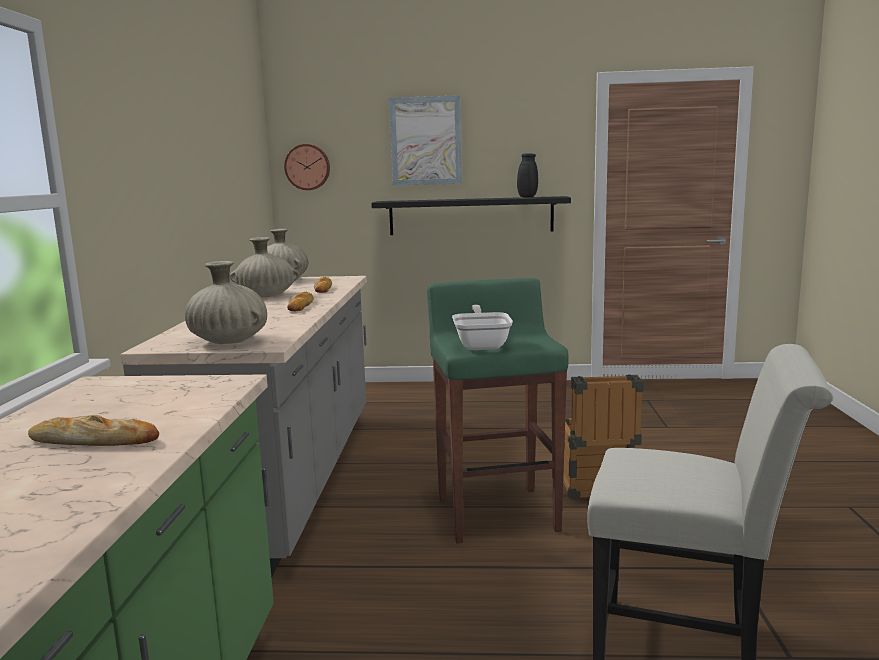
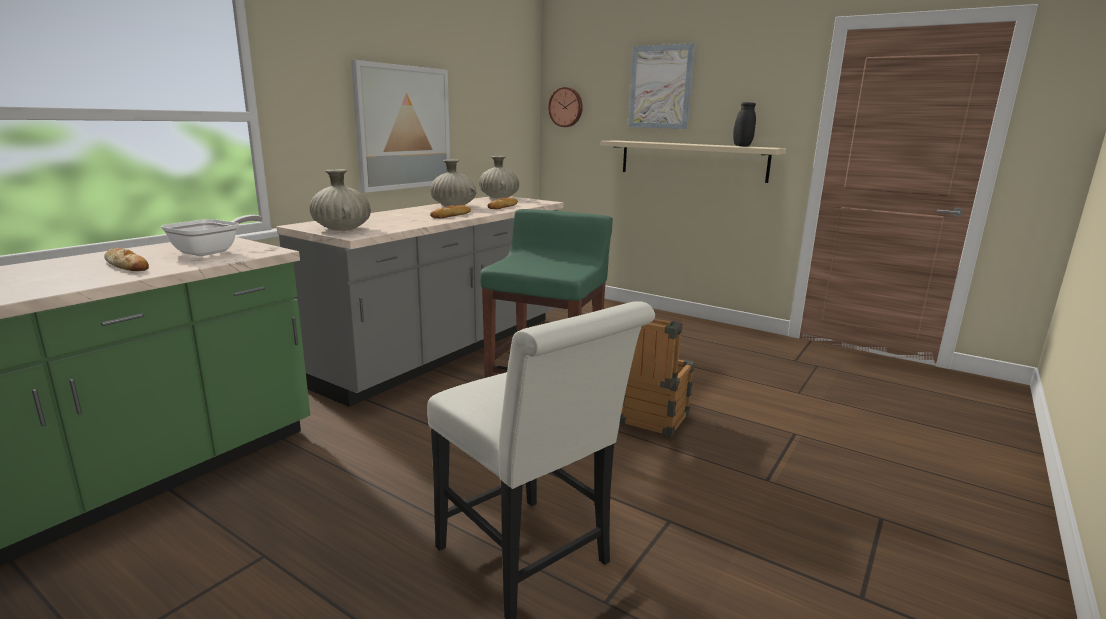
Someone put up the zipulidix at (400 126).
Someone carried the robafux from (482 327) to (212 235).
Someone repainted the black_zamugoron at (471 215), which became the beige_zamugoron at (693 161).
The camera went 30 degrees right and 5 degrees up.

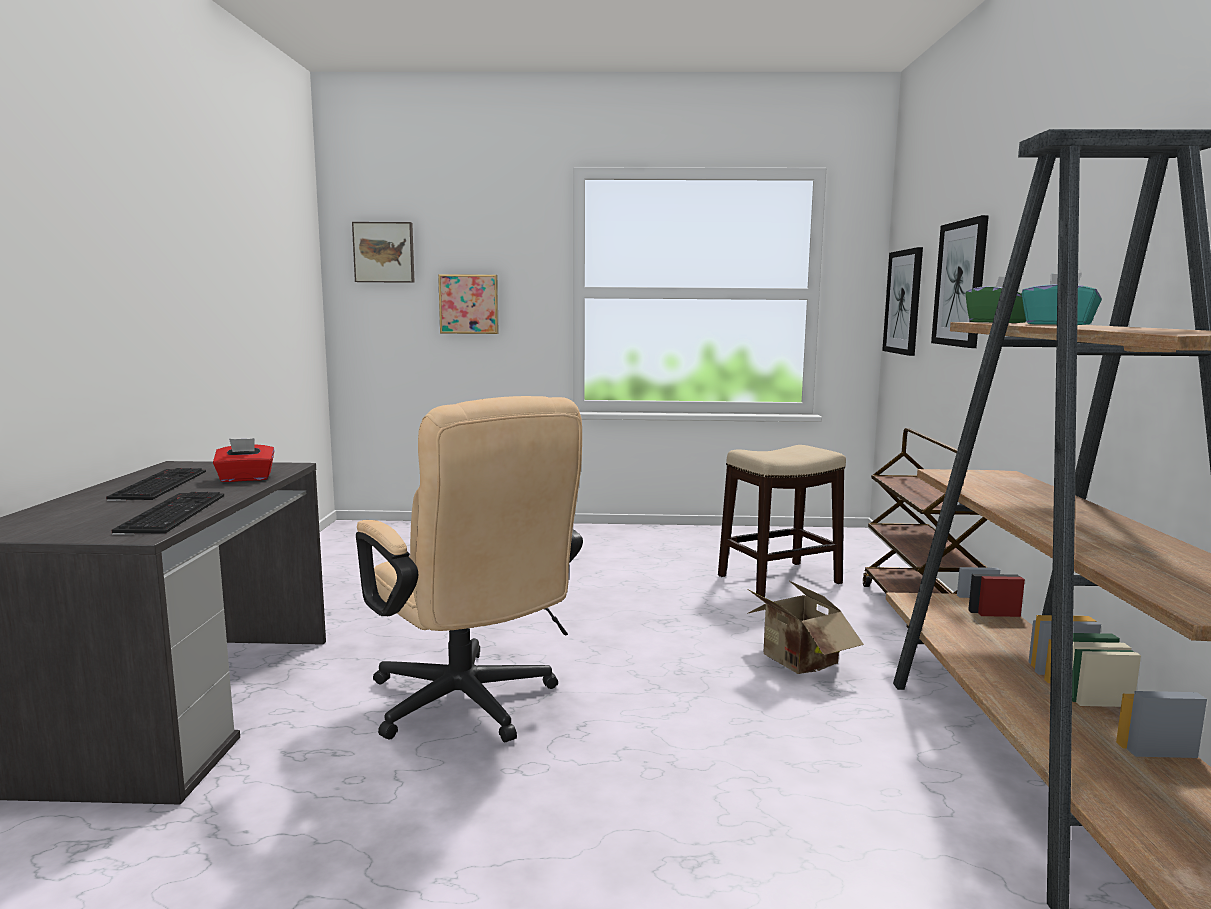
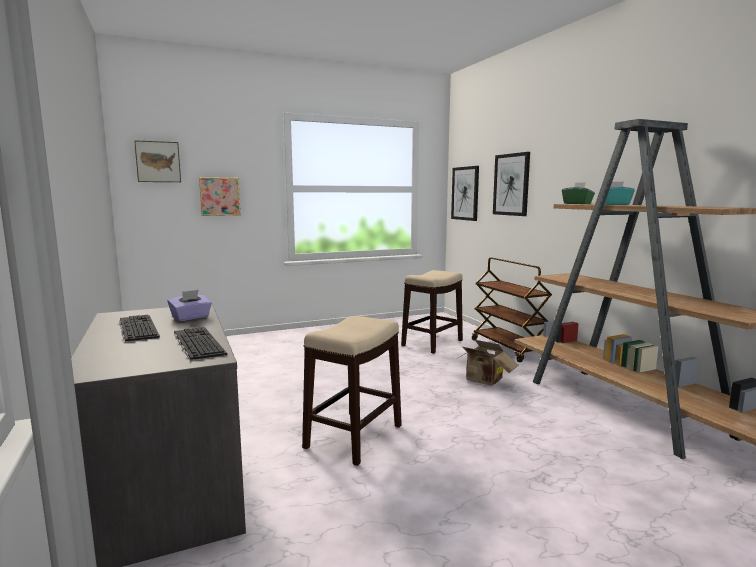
Someone swapped the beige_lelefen at (469 569) for the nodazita at (352 391).
Someone repainted the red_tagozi at (244 460), which became the purple_tagozi at (189 305).
The camera went 25 degrees left and 0 degrees up.

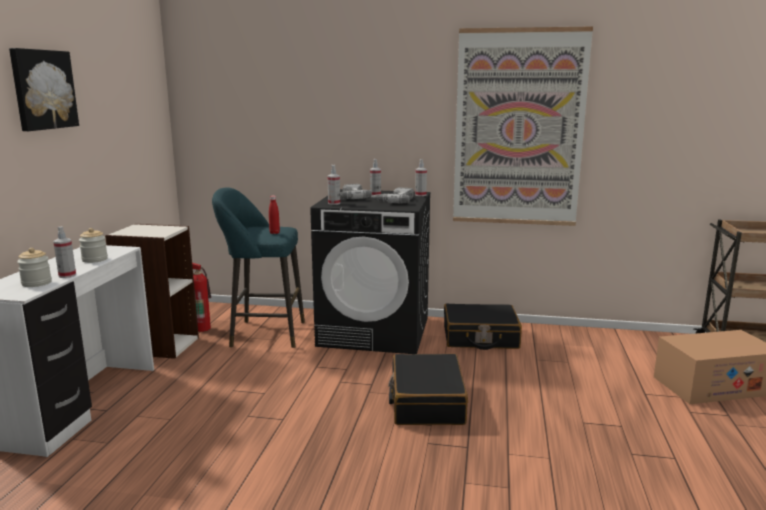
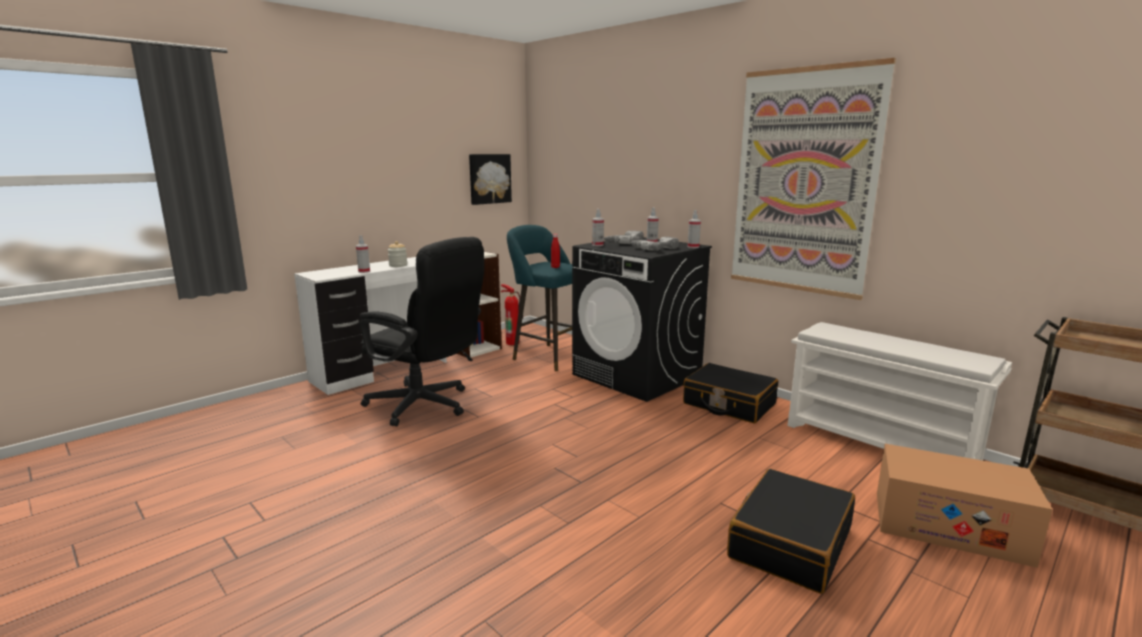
Someone took away the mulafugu at (34 267).
Someone put down the black_lelefen at (422 331).
Someone put down the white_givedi at (899 391).
Someone carried the zipulidix from (44 89) to (490 179).
Someone carried the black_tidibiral from (428 389) to (791 531).
The camera went 35 degrees right and 0 degrees up.

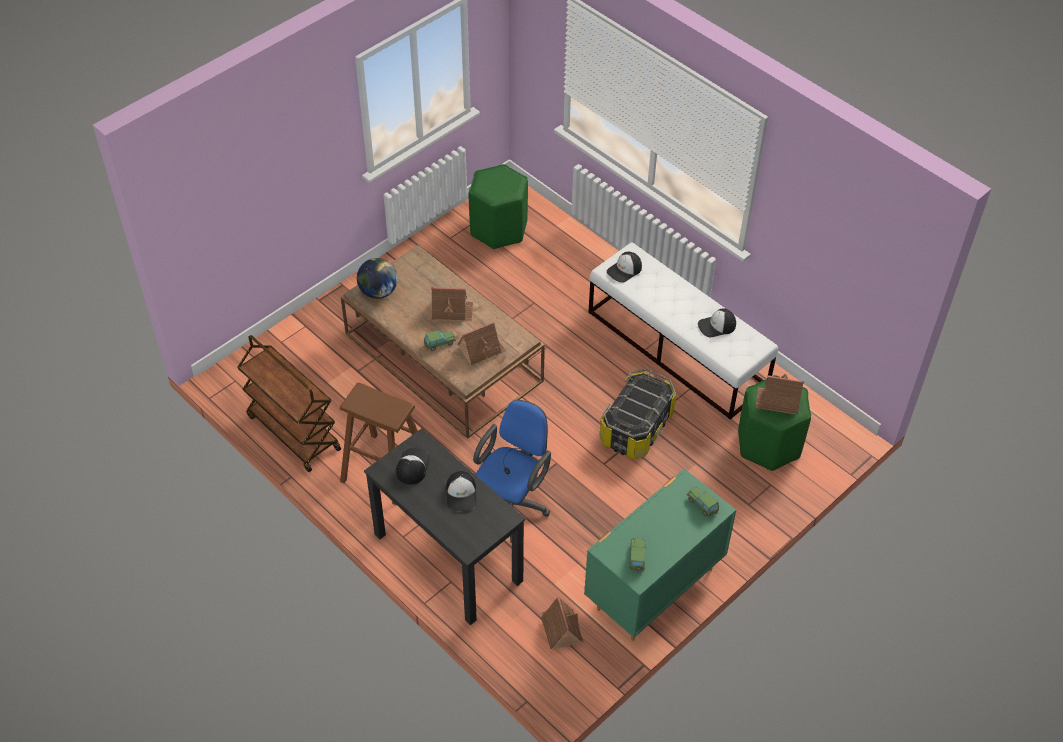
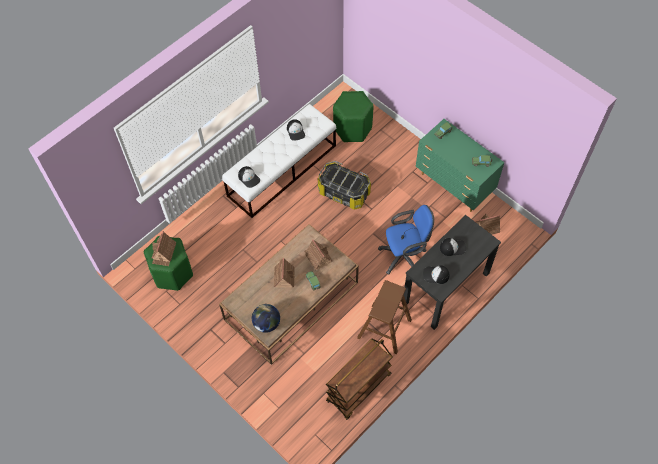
Someone carried the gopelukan from (779 394) to (163 248).
Someone rotated the blue_lelefen at (512 471) by 135 degrees clockwise.
The camera went 90 degrees left and 10 degrees up.

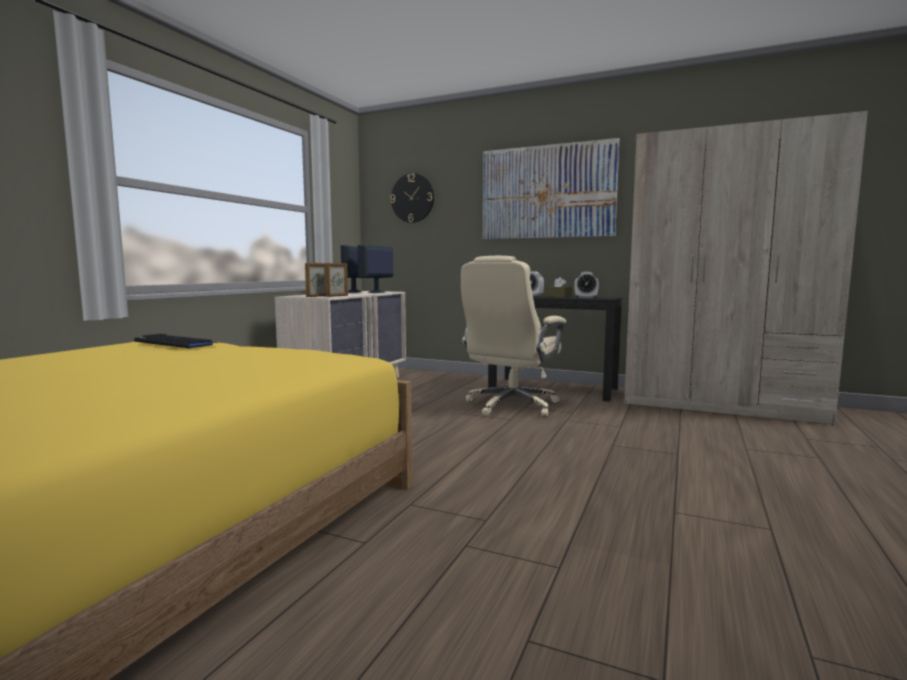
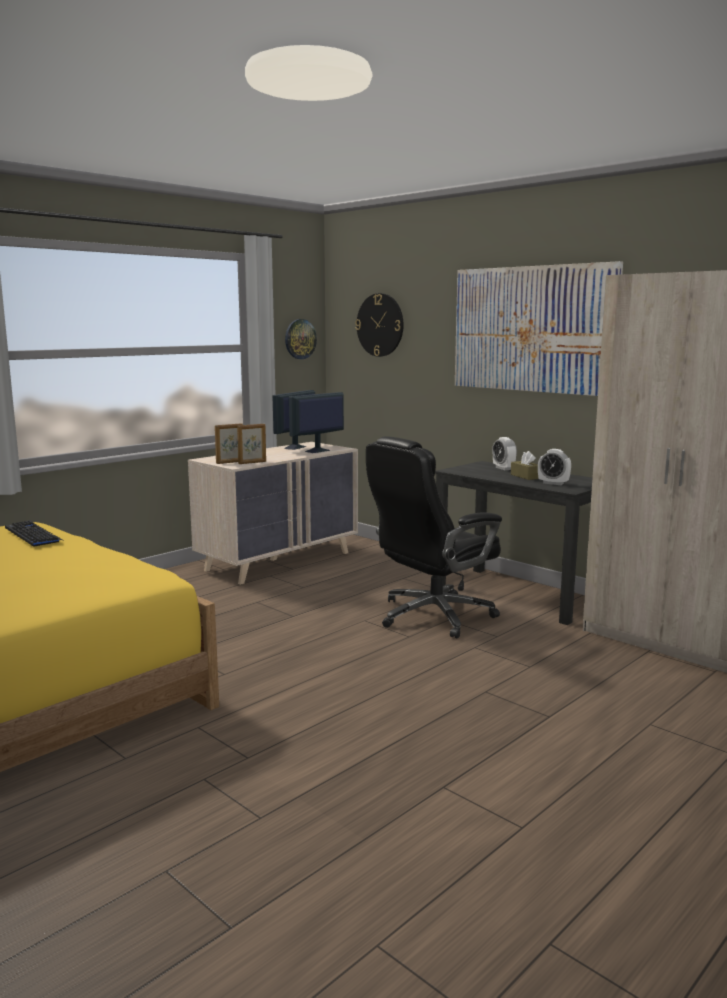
Someone put up the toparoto at (301 339).
Someone repainted the beige_lelefen at (513 336), which became the black_lelefen at (434 537).
The camera went 20 degrees right and 5 degrees up.

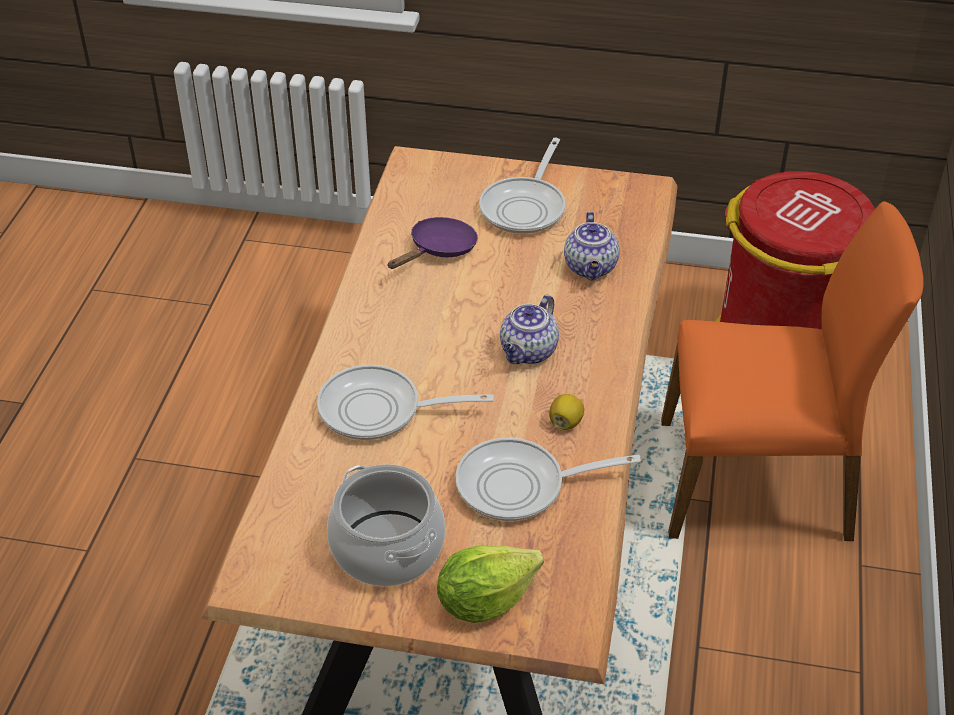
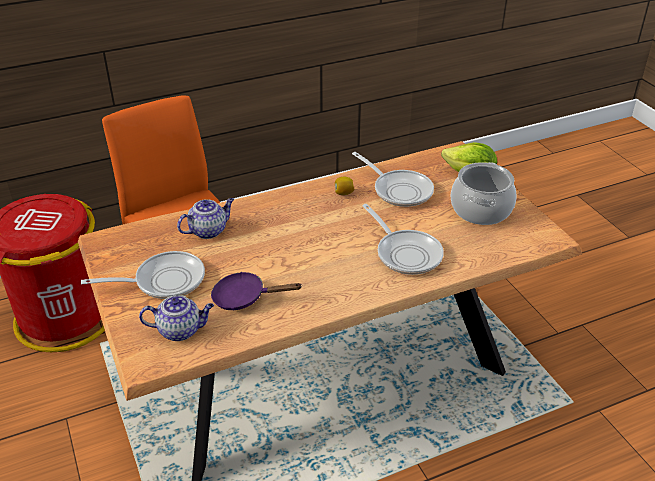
Someone carried the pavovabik from (529 329) to (176 318).
The camera went 125 degrees left and 5 degrees down.

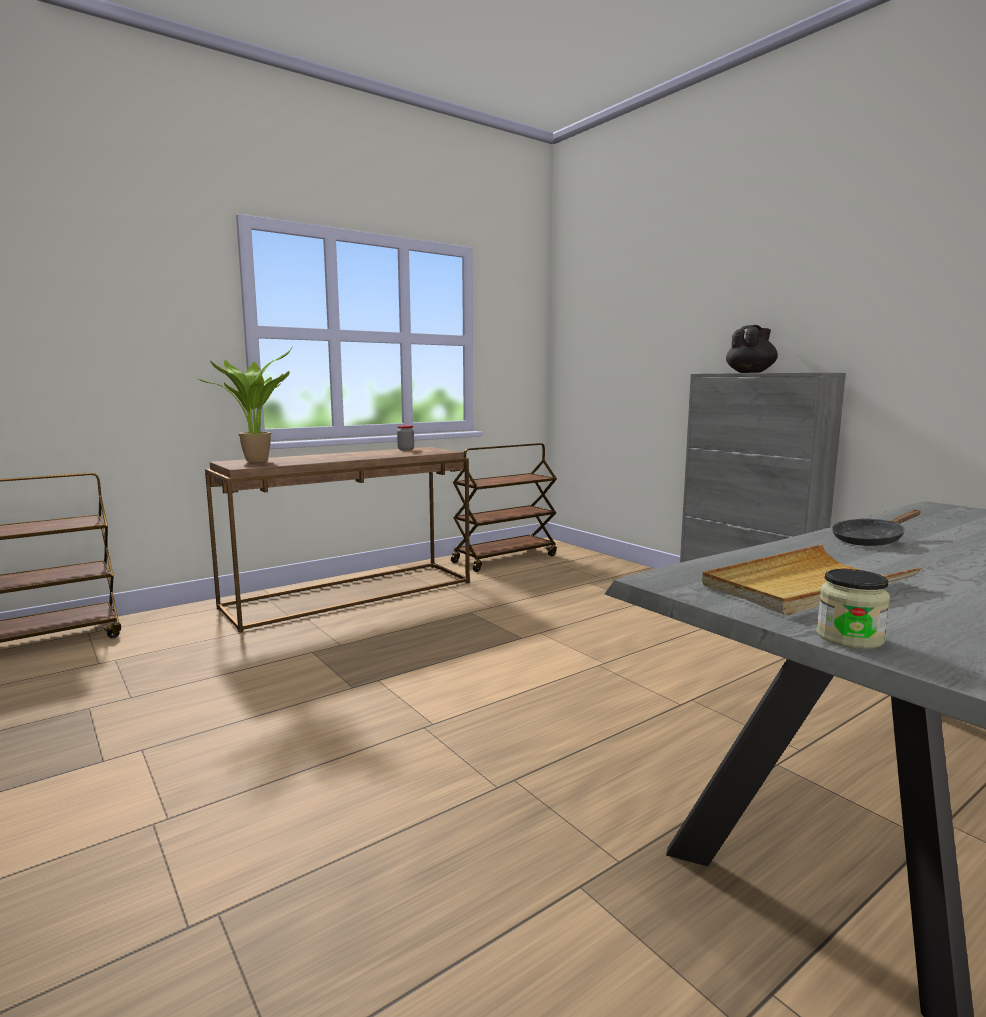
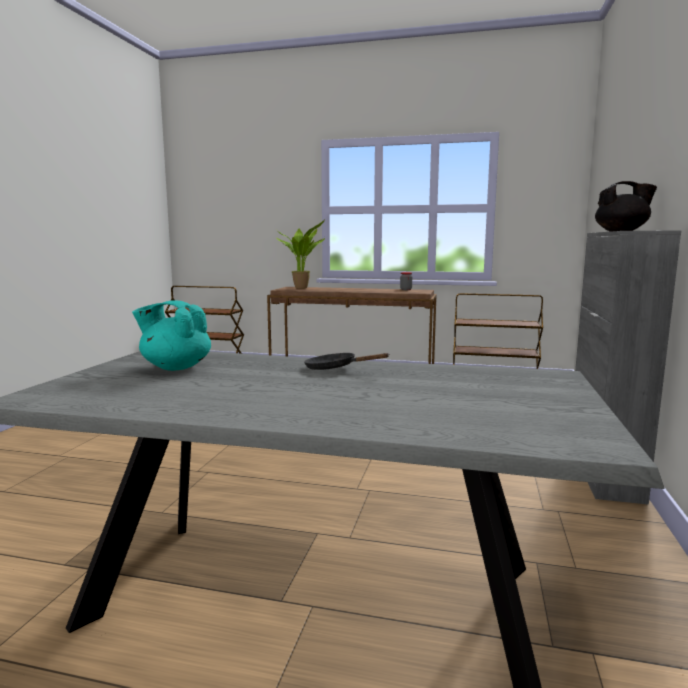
Someone took away the mulafugu at (853 609).
Someone swapped the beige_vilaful at (811 579) for the turquoise_pavovabik at (171 335).
The camera went 50 degrees right and 0 degrees up.

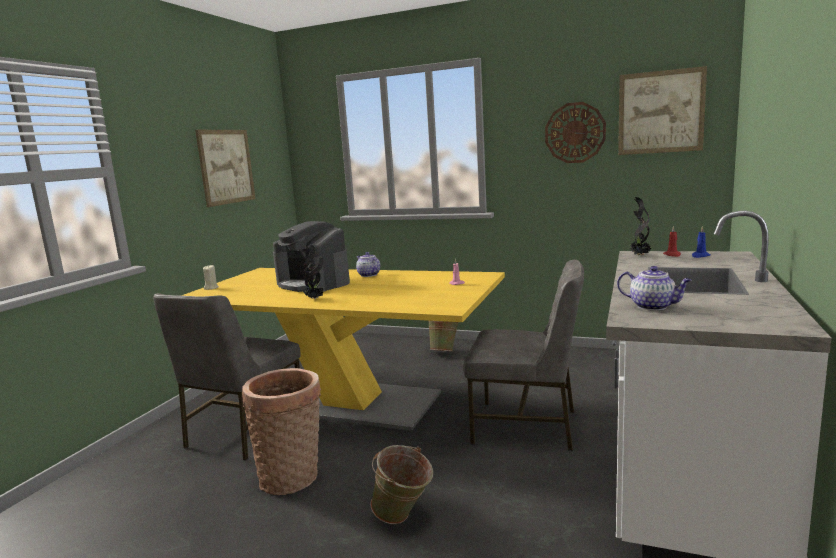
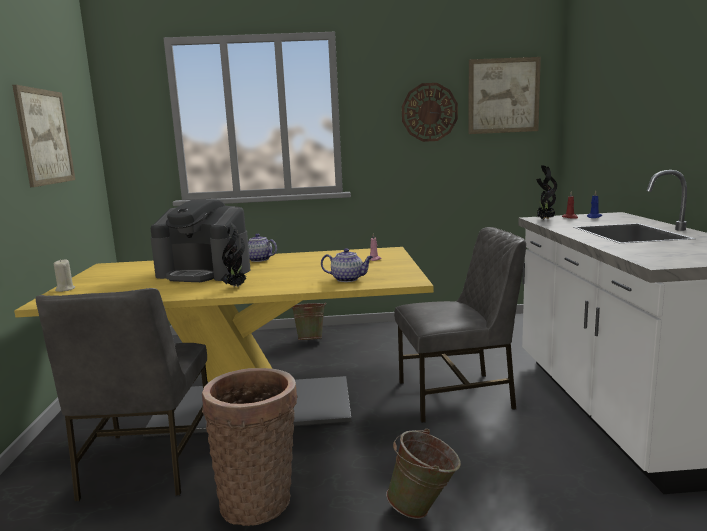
Someone carried the pavovabik from (654 288) to (347 265).
The camera went 25 degrees left and 0 degrees up.

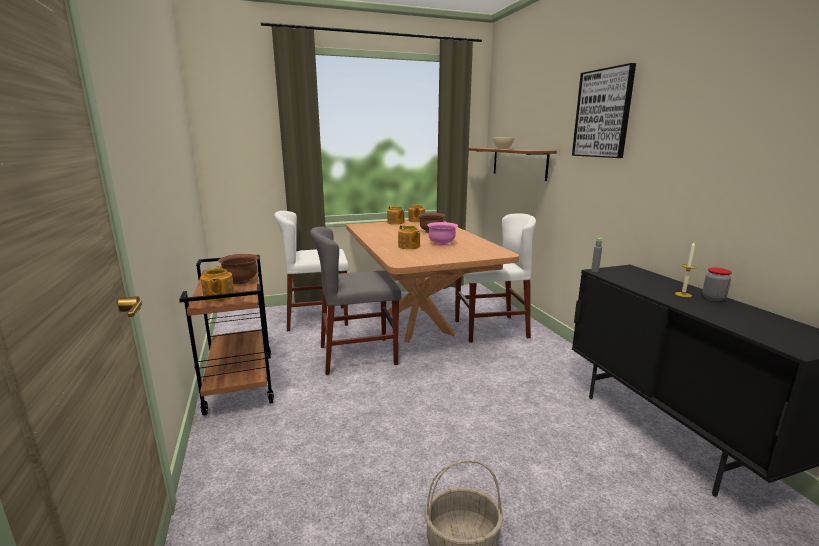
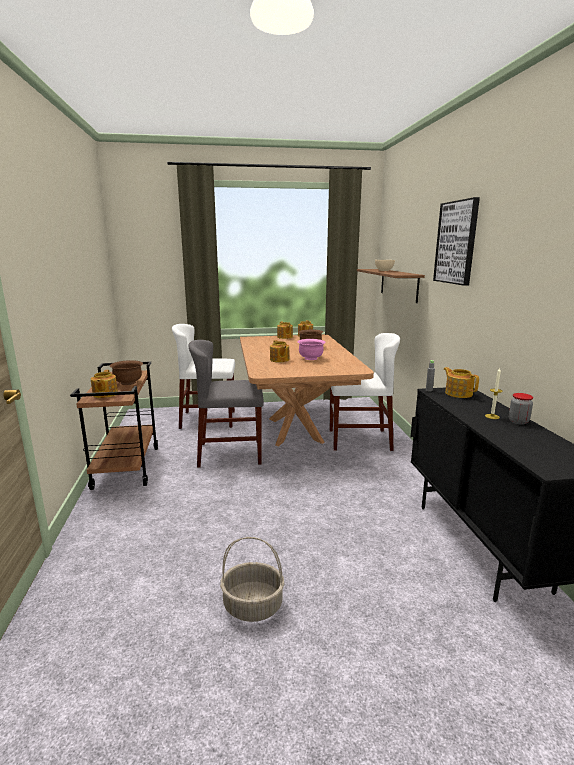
Someone put down the pavovabik at (461 382).
The camera went 10 degrees right and 0 degrees up.

